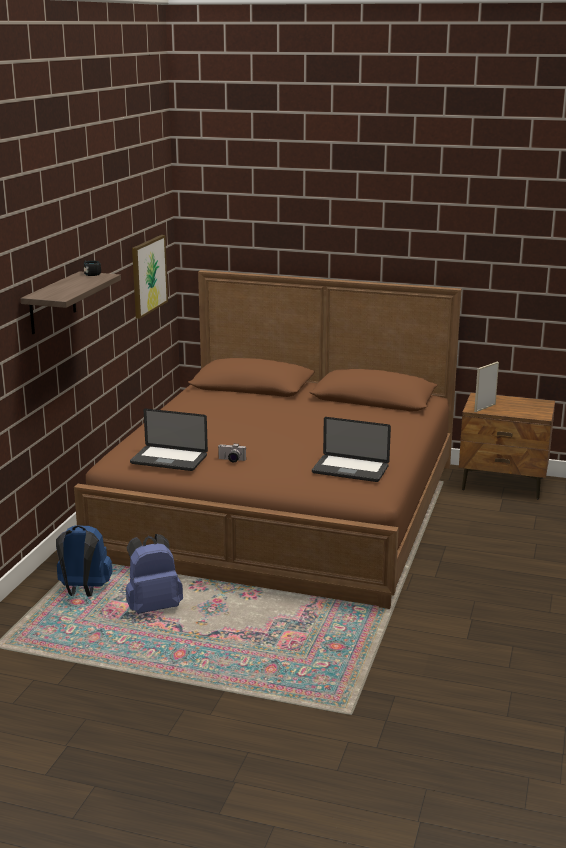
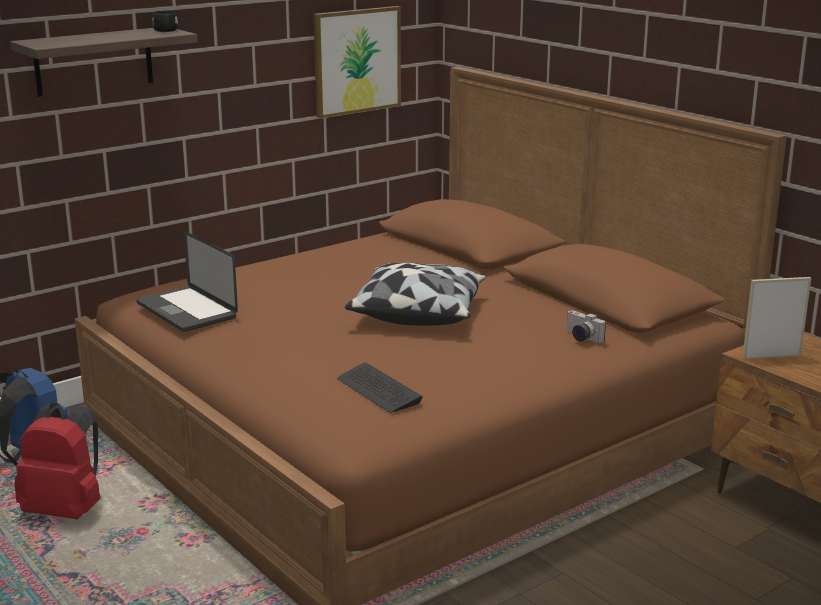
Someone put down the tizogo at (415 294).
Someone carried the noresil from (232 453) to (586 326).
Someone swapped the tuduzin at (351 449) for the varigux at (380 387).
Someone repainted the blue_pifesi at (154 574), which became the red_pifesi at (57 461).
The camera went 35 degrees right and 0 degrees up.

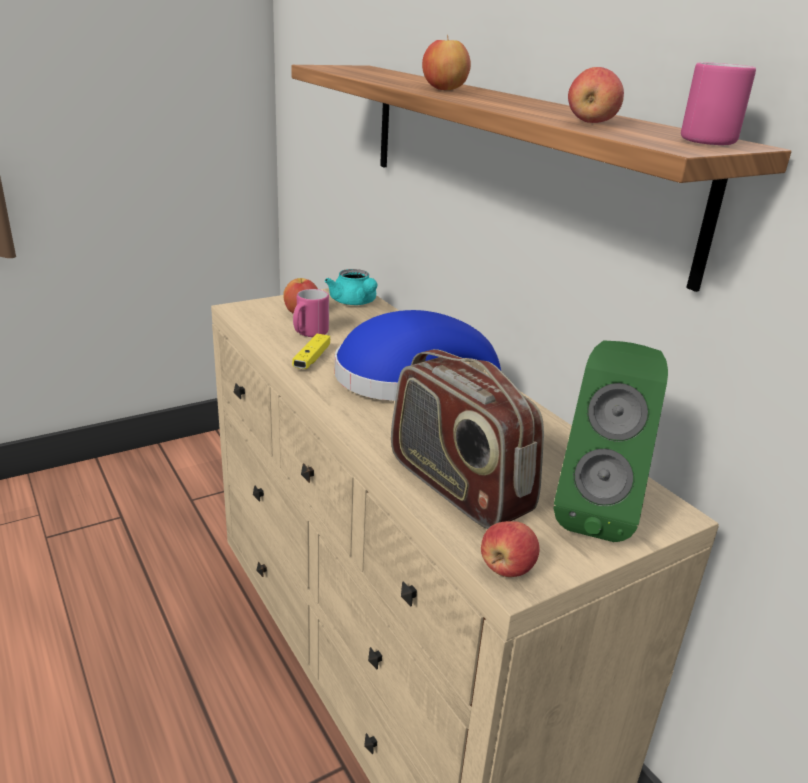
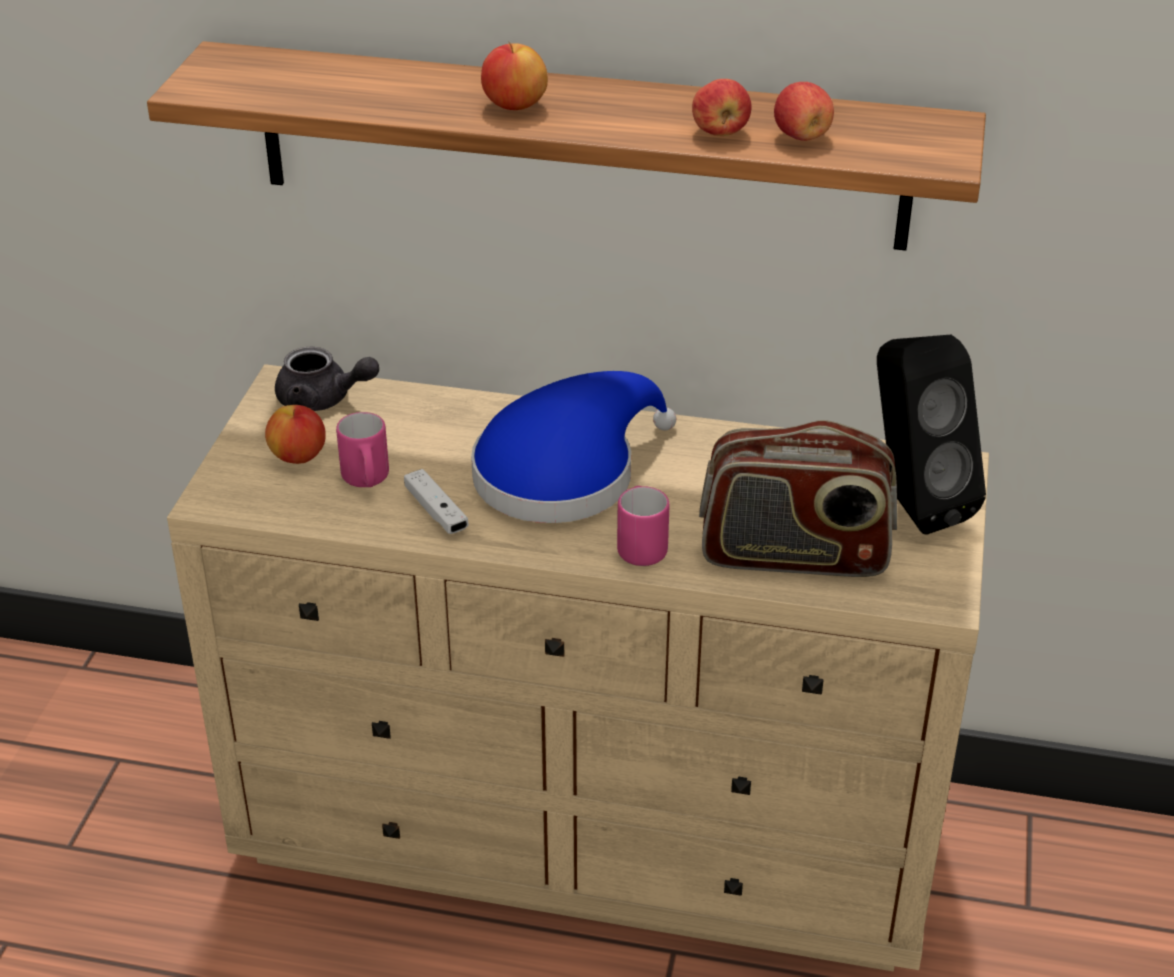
Someone carried the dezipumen from (510 549) to (722 107).
Someone carried the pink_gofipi from (718 103) to (643 526).
Someone repainted the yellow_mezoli at (311 351), which became the white_mezoli at (436 501).
Someone repainted the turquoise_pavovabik at (351 287), which became the grey_pavovabik at (327 379).
Someone repainted the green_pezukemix at (611 441), which became the black_pezukemix at (931 435).
The camera went 45 degrees left and 10 degrees up.

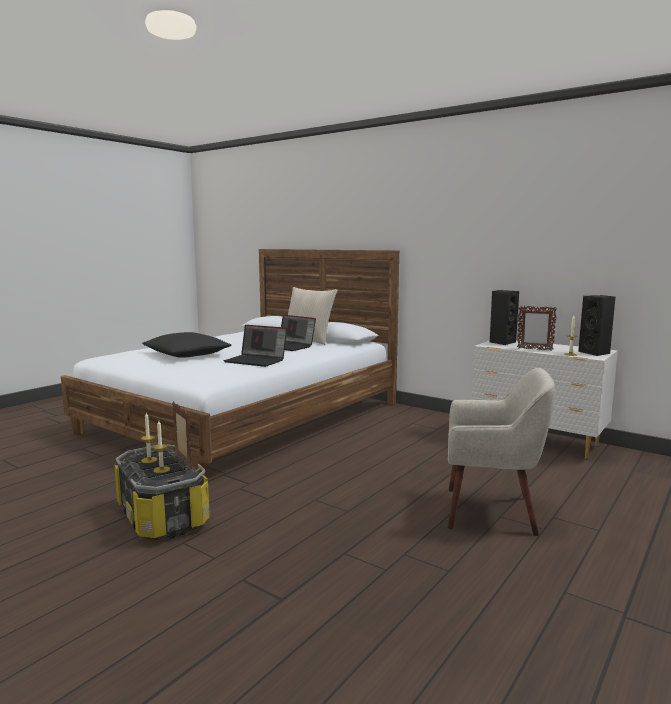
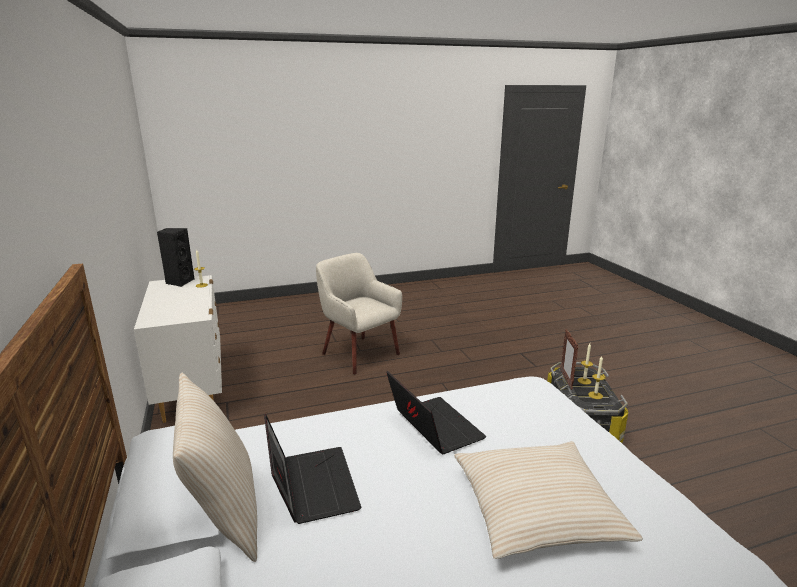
Someone took away the black_pezukemix at (504 317).
Someone took away the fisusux at (537 328).
Someone repainted the black_tizogo at (187 345), which became the beige_tizogo at (548 500).
The camera went 145 degrees left and 10 degrees up.

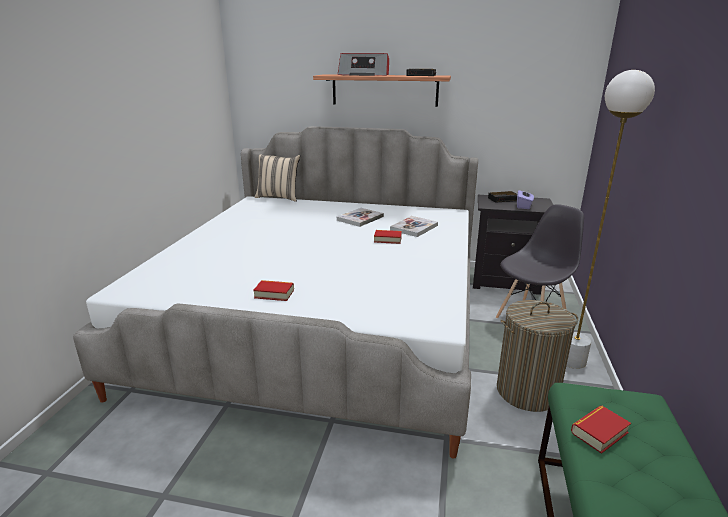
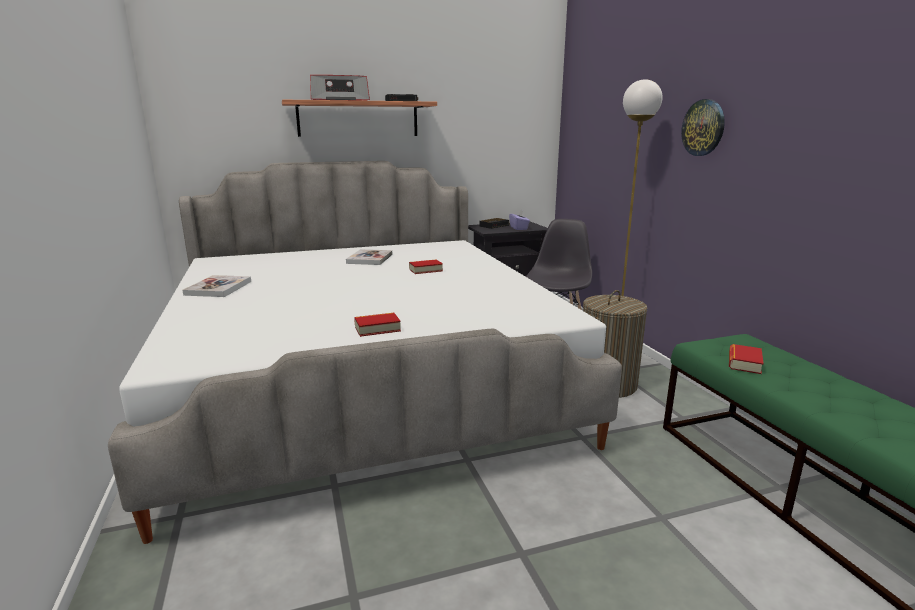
Someone took away the beige_tizogo at (277 178).
Someone put up the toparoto at (703 127).
Someone carried the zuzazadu from (414 226) to (216 286).
The camera went 30 degrees left and 5 degrees down.

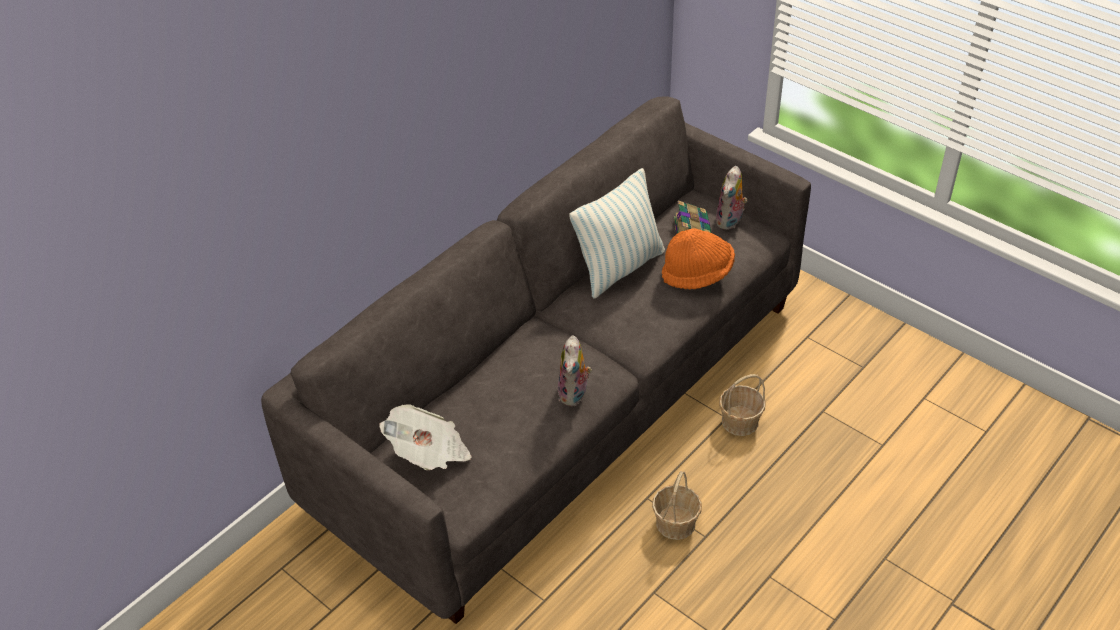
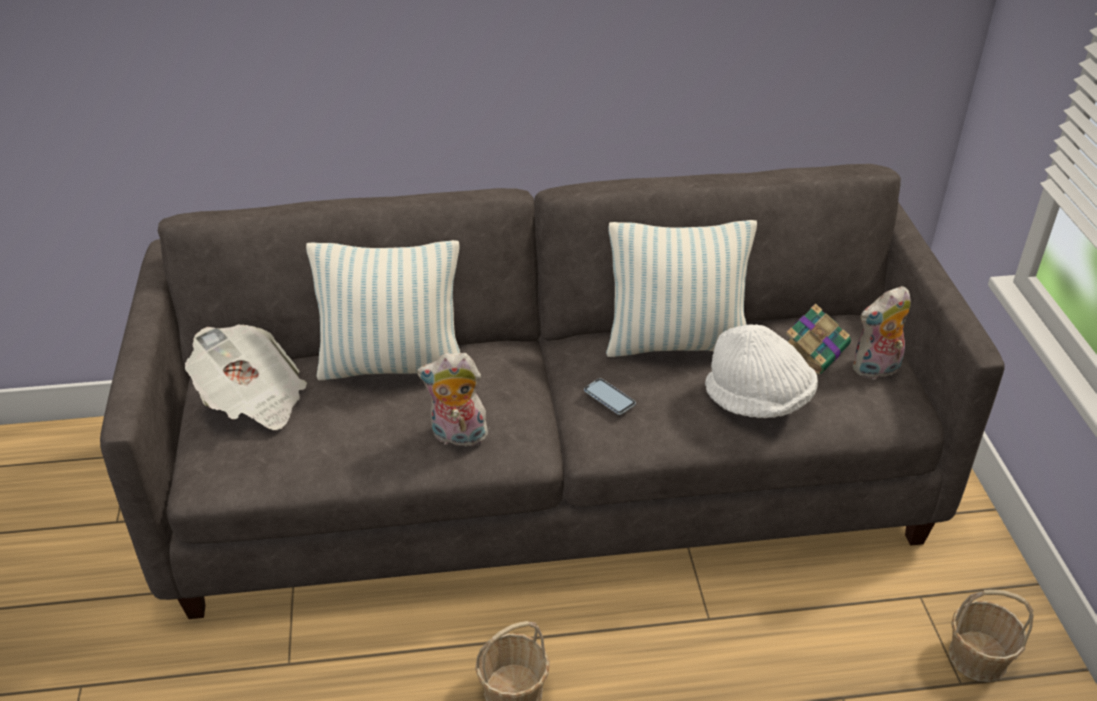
Someone put down the tizogo at (383 310).
Someone put down the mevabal at (610 396).
Someone carried the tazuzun from (742 405) to (991 636).
Someone repainted the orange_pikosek at (698 259), which became the white_pikosek at (761 371).
Someone rotated the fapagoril at (575 371) by 45 degrees clockwise.
The camera went 40 degrees right and 5 degrees down.

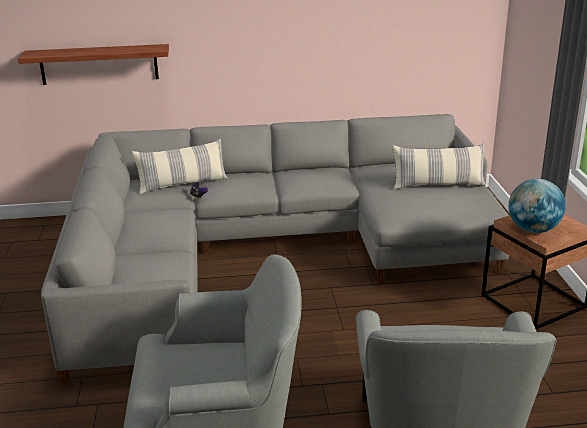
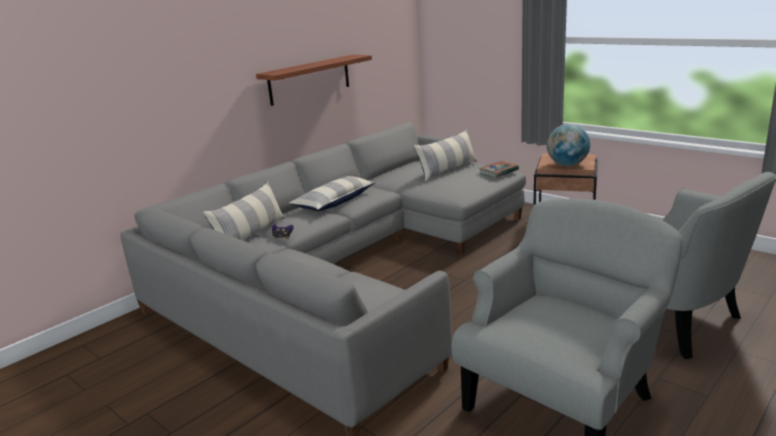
Someone put down the tizogo at (332 193).
Someone put down the zuzazadu at (499 169).
Someone carried the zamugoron from (93 64) to (314 80).
The camera went 40 degrees left and 5 degrees down.

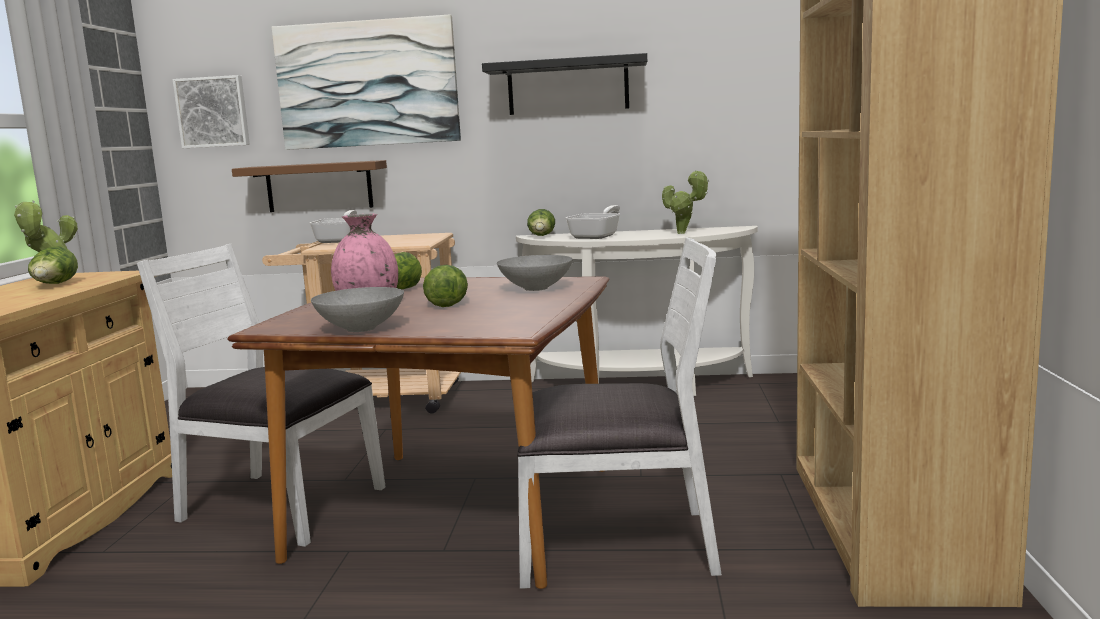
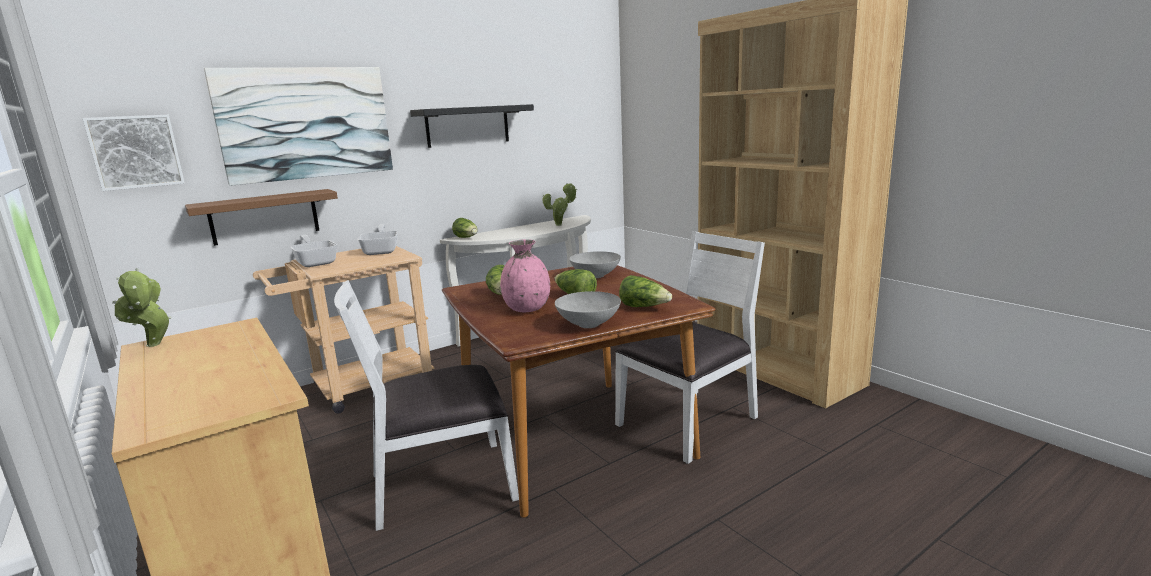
Someone carried the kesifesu from (53 265) to (645 291).
Someone carried the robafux from (593 222) to (377 239).
The camera went 40 degrees left and 5 degrees up.

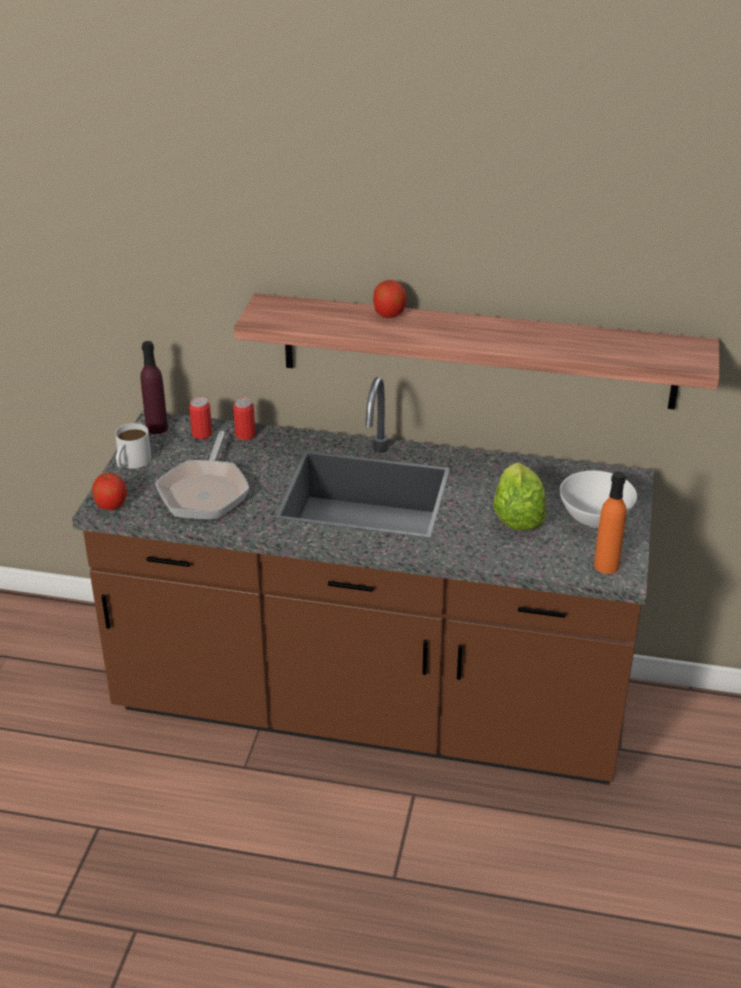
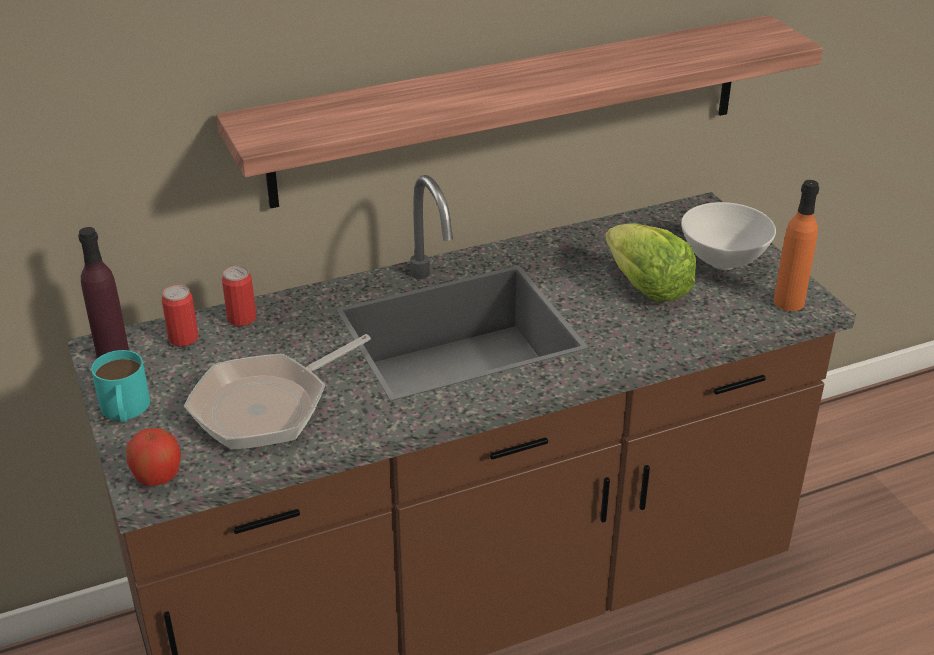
Someone took away the dezipumen at (390 299).
Someone repainted the white_gofipi at (133 446), which became the turquoise_gofipi at (120 386).
Someone rotated the robafux at (202 475) by 75 degrees clockwise.
The camera went 35 degrees left and 0 degrees up.

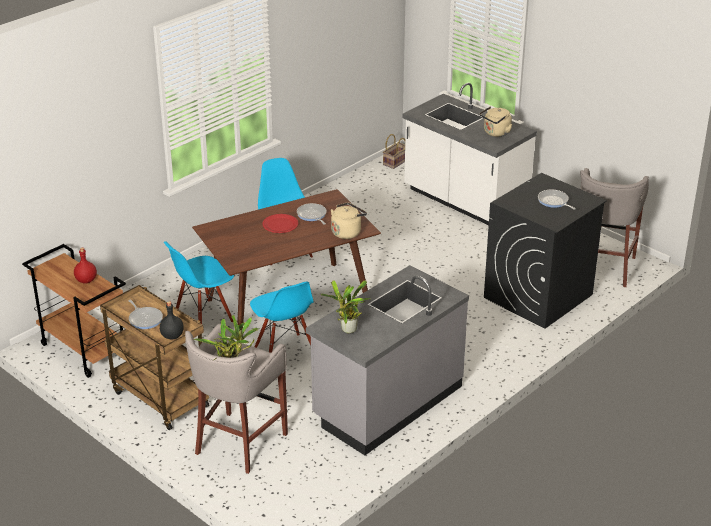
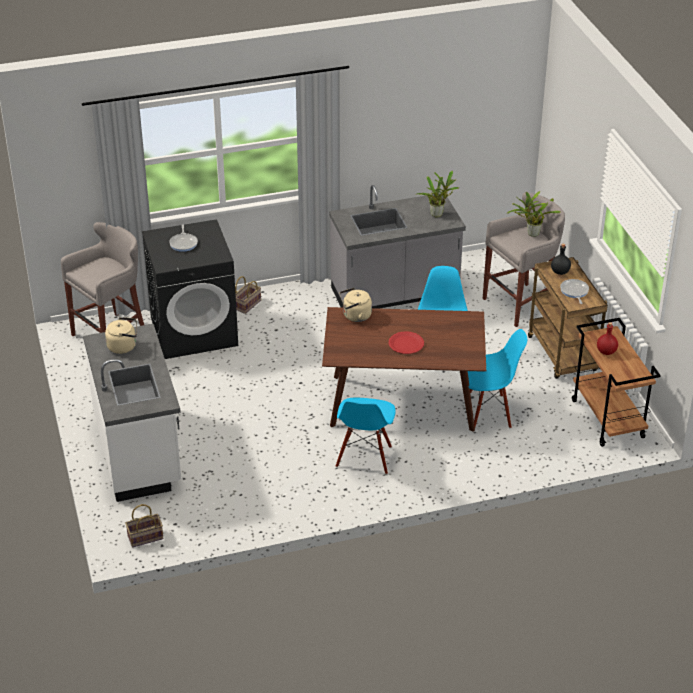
Someone took away the robafux at (311 214).
Someone put down the tazuzun at (248 295).
The camera went 150 degrees left and 5 degrees up.

